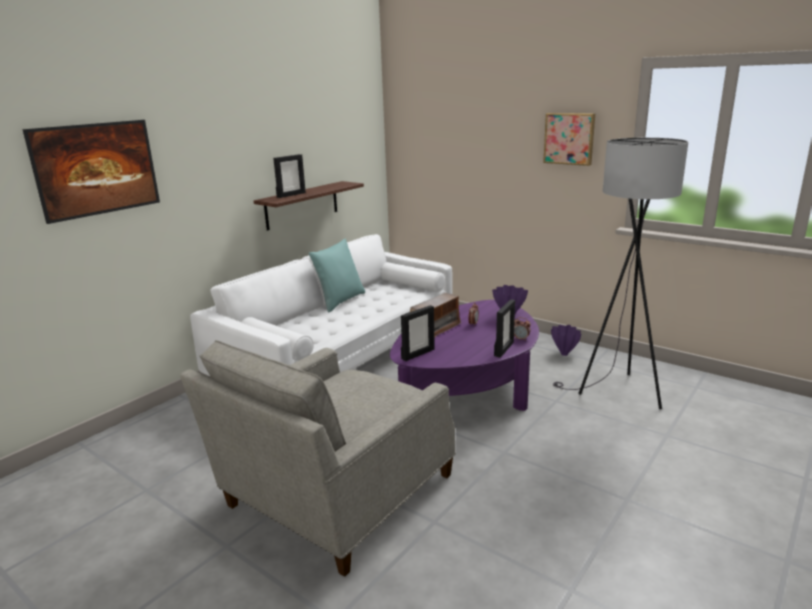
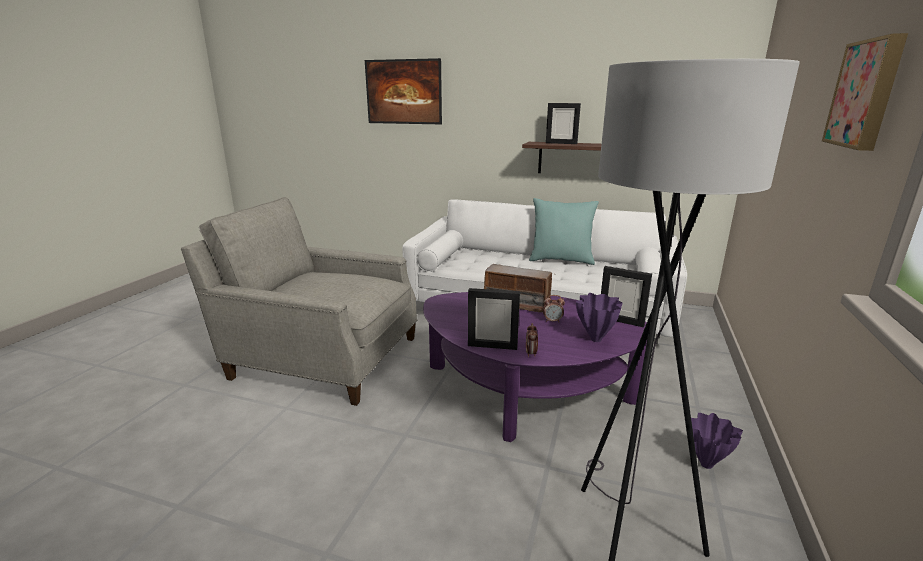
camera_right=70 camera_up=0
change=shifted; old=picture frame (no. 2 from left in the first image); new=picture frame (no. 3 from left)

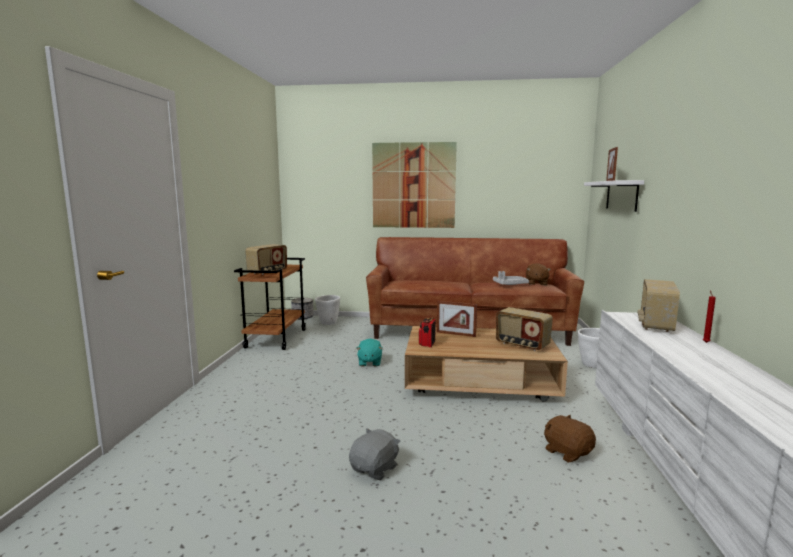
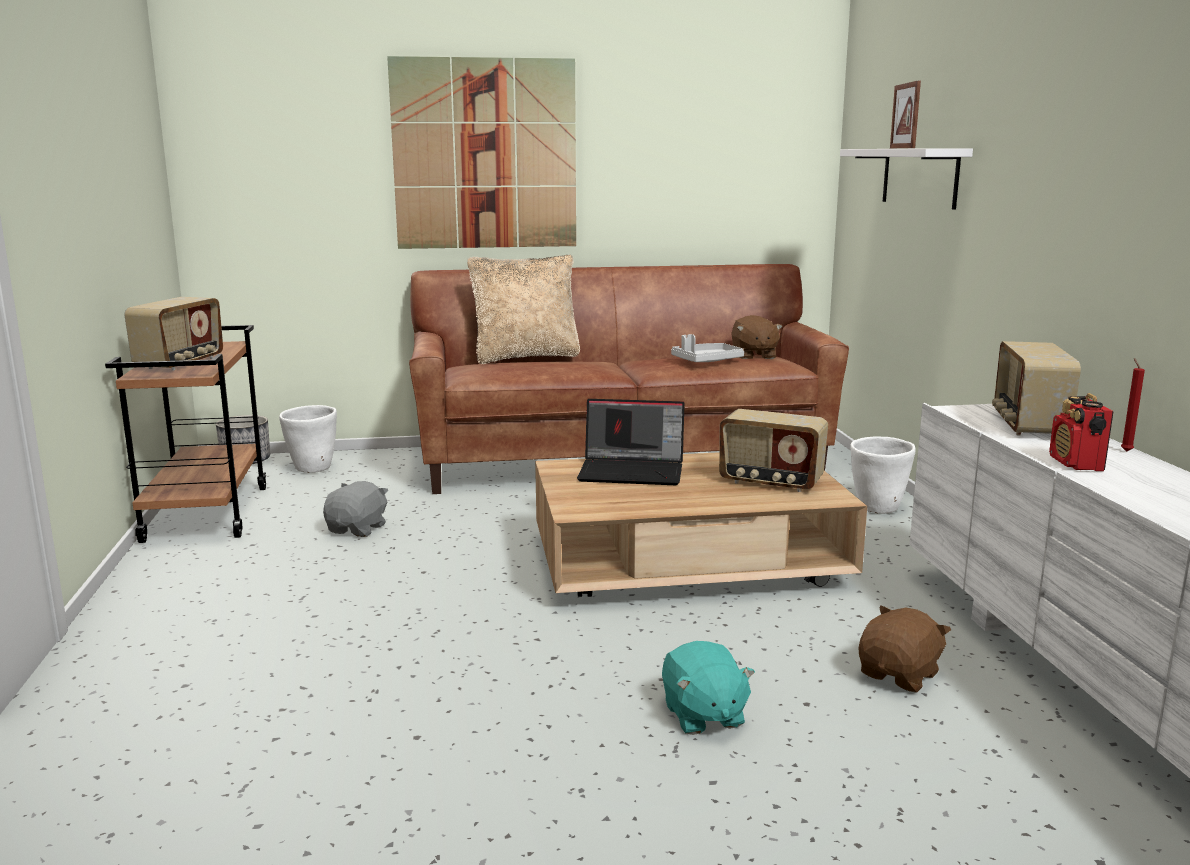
camera_right=-15 camera_up=5
change=shifted; old=grey plush toy
change=shifted; old=turquoise plush toy
change=shifted; old=radio (no. 2 from left in the first image); new=radio (no. 4 from left)
change=swapped; old=picture frame (no. 1 from left); new=laptop
change=rotated; old=brown plush toy (no. 2 from left); degrees=90
change=new; new=beige pillow

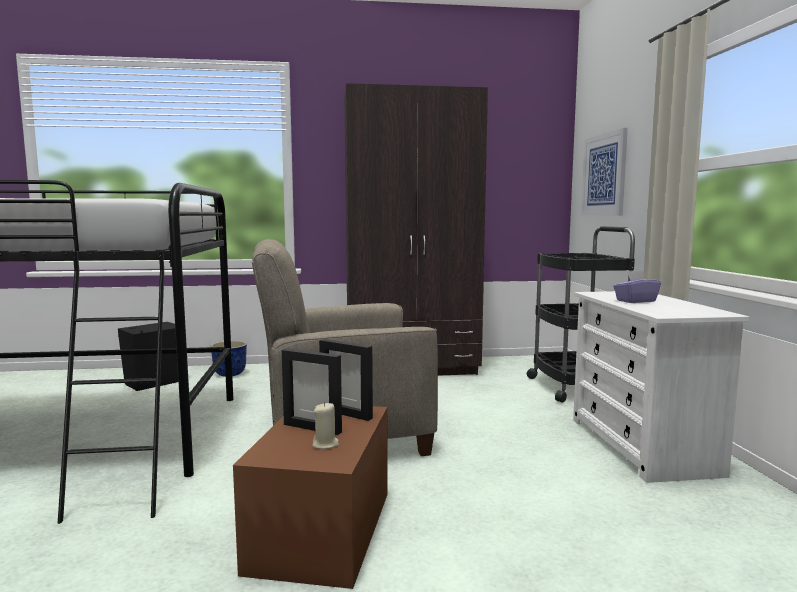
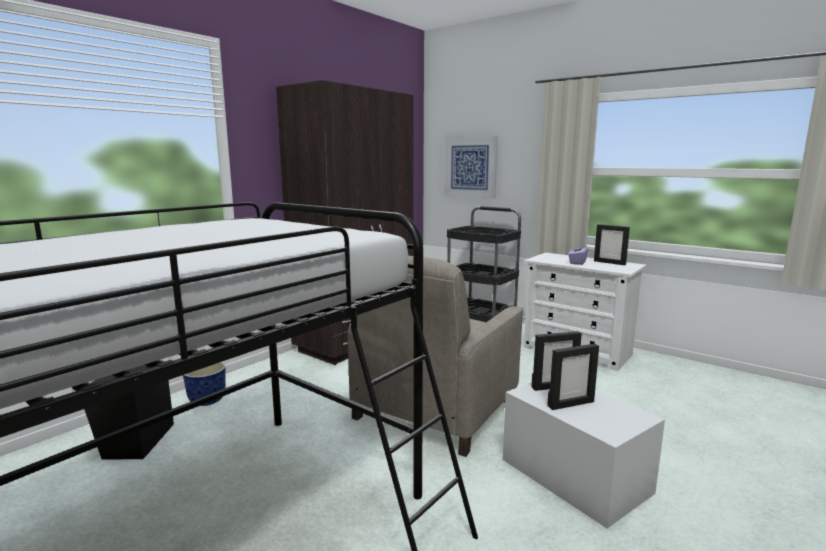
camera_right=-45 camera_up=5
change=repainted; old=brown storage box; new=white storage box
change=gone; old=beige candle
change=new; new=picture frame (no. 3 from left)

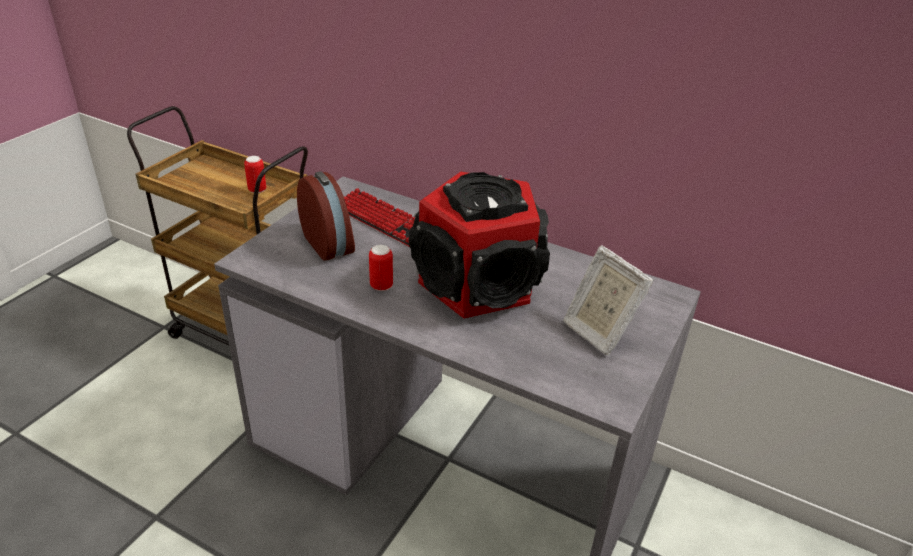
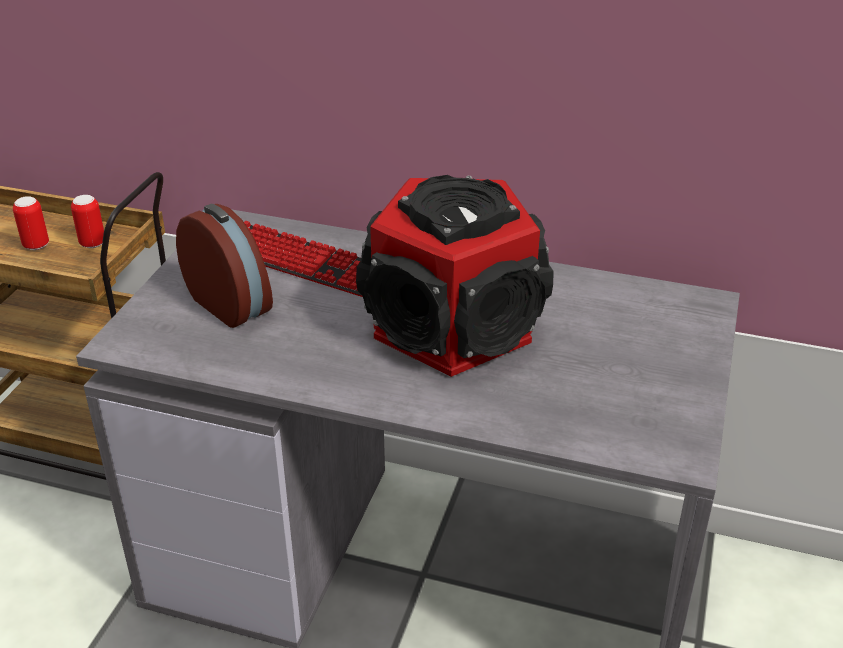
camera_right=-10 camera_up=0
change=shifted; old=can (no. 2 from left in the first image); new=can (no. 1 from left)
change=gone; old=picture frame

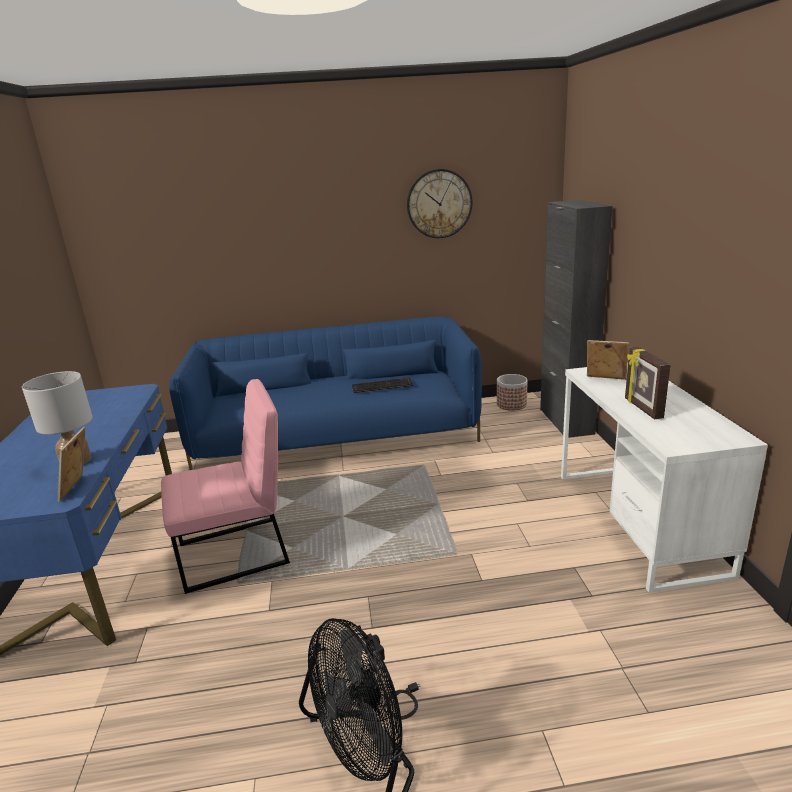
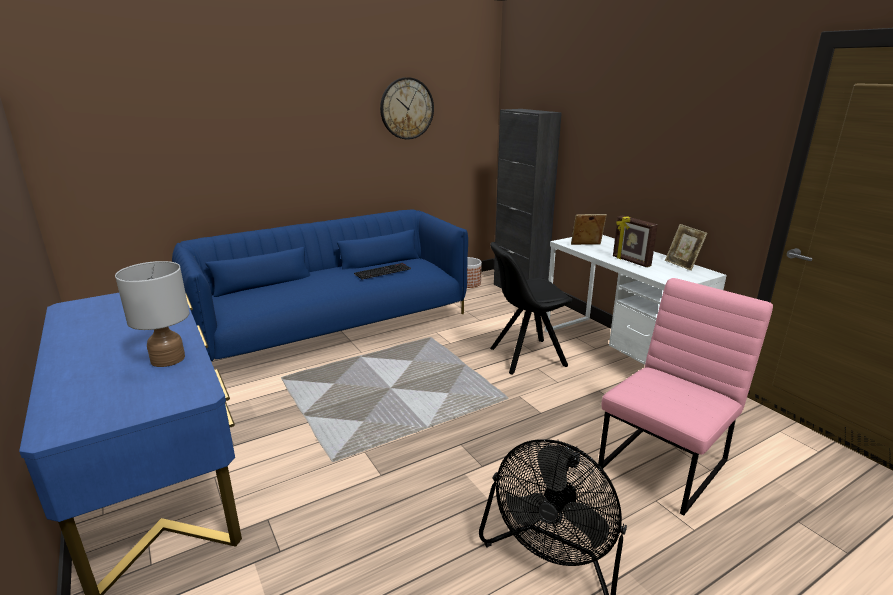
camera_right=-25 camera_up=0
change=shifted; old=picture frame (no. 1 from left in the first image); new=picture frame (no. 3 from left)
change=shifted; old=pink chair
change=new; new=black chair

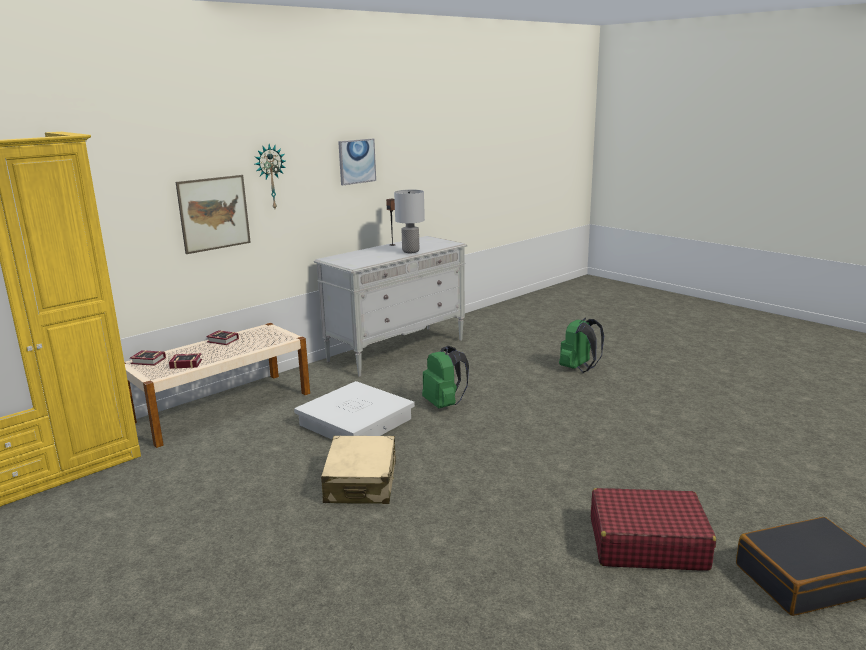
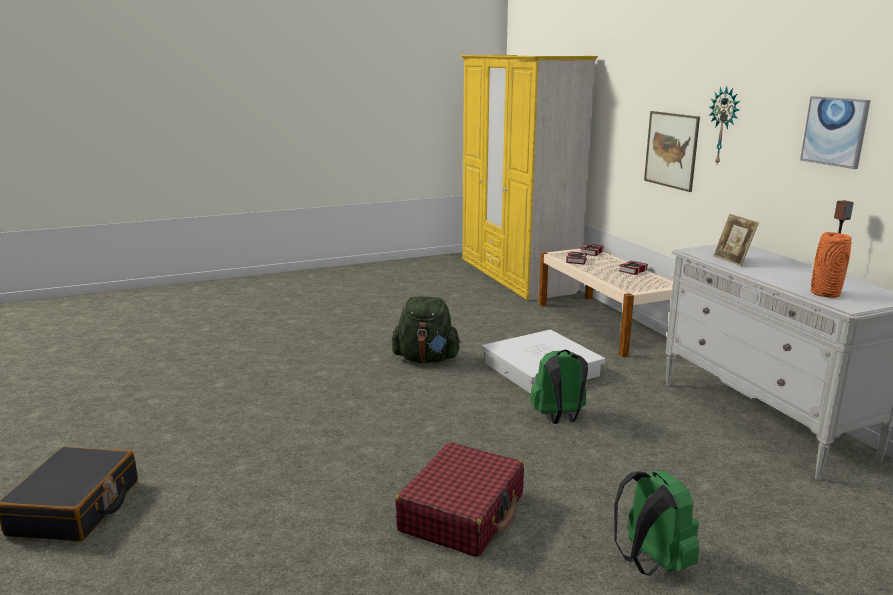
camera_right=110 camera_up=0
change=swapped; old=beige suitcase; new=green backpack (no. 1 from left)
change=gone; old=grey table lamp
change=shifted; old=red suitcase
change=new; new=picture frame
change=new; new=orange vase

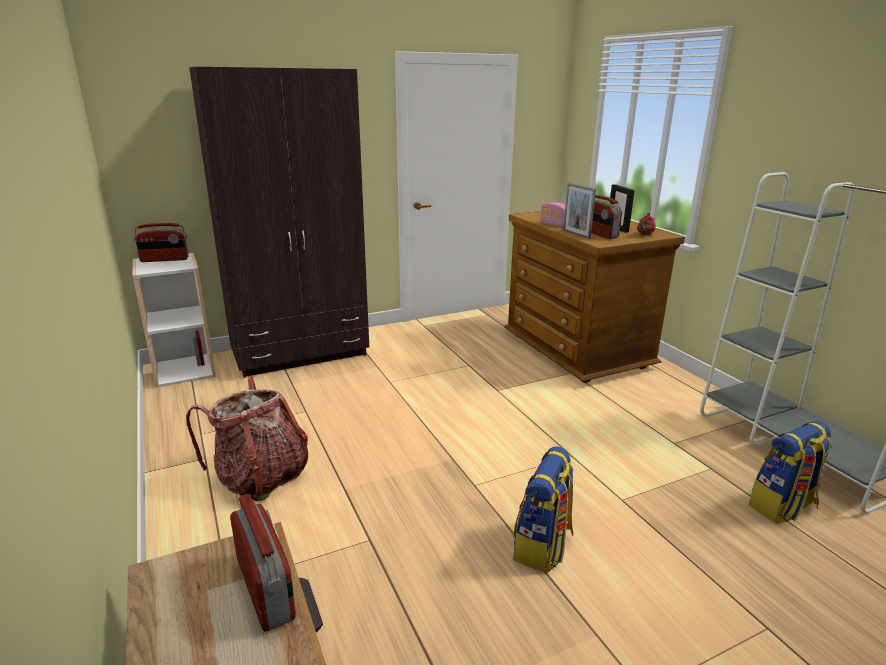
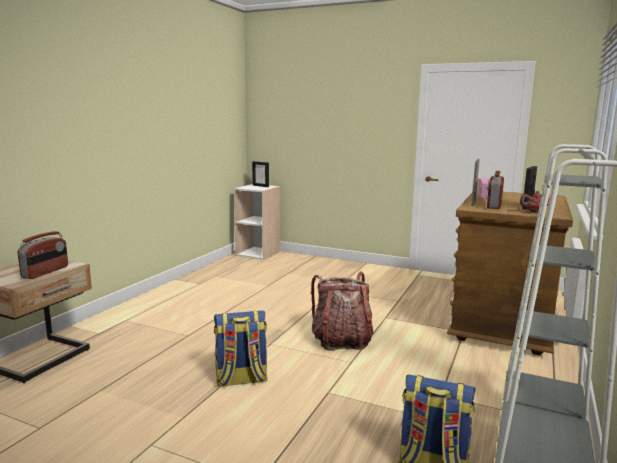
camera_right=50 camera_up=-10
change=swapped; old=radio (no. 1 from left); new=picture frame (no. 1 from left)
change=shifted; old=backpack (no. 1 from left in the first image); new=backpack (no. 2 from left)
change=gone; old=brown wardrobe

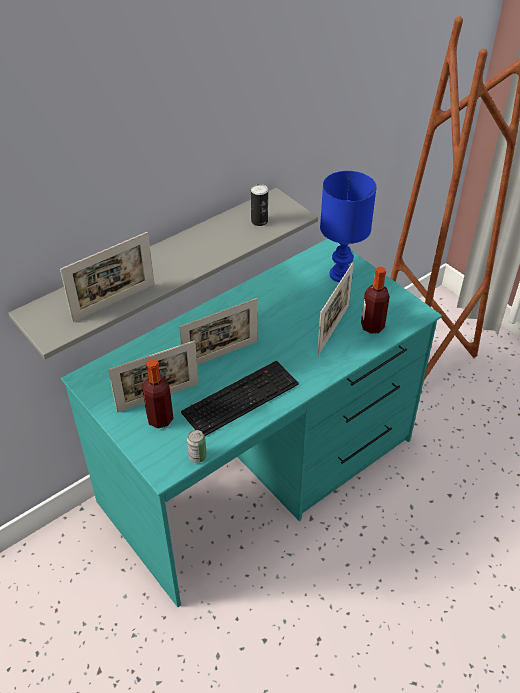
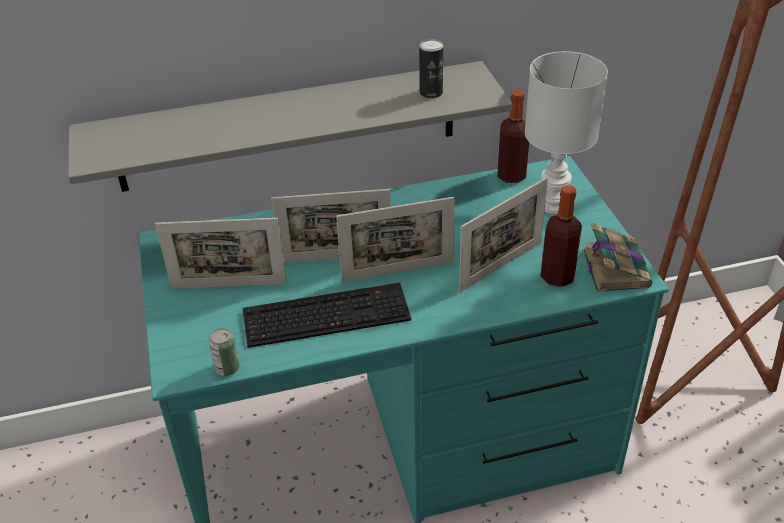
camera_right=25 camera_up=-5
change=shifted; old=picture frame (no. 1 from left in the first image); new=picture frame (no. 3 from left)
change=shifted; old=bottle (no. 1 from left)
change=repainted; old=blue table lamp; new=white table lamp
change=new; new=book

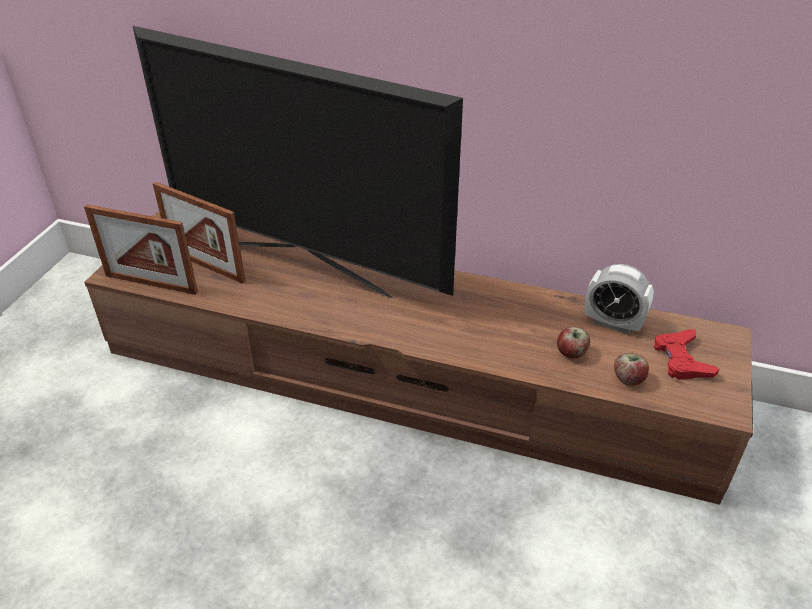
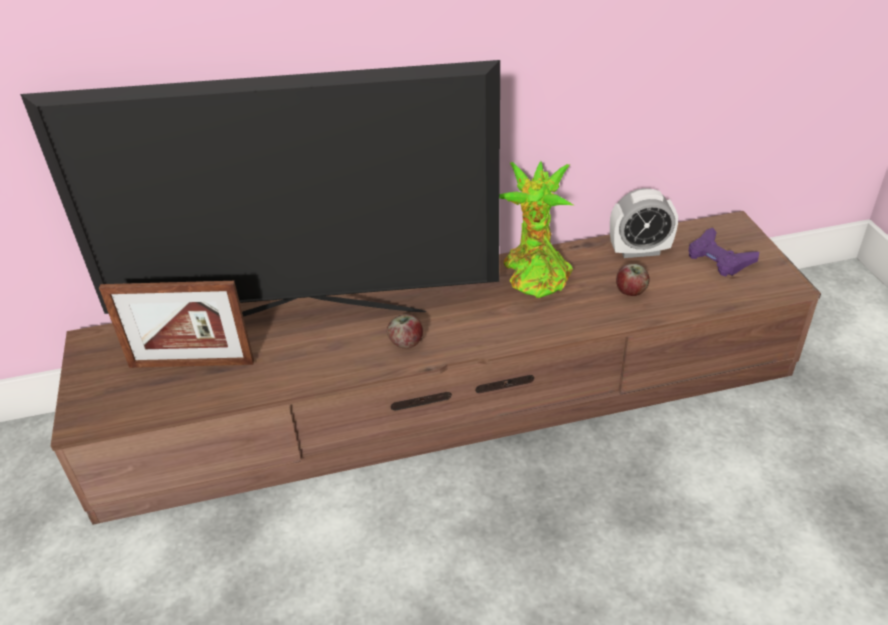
camera_right=-30 camera_up=0
change=gone; old=picture frame (no. 1 from left)
change=shifted; old=apple (no. 2 from left in the first image); new=apple (no. 1 from left)
change=repainted; old=red game controller; new=purple game controller
change=new; new=potted plant

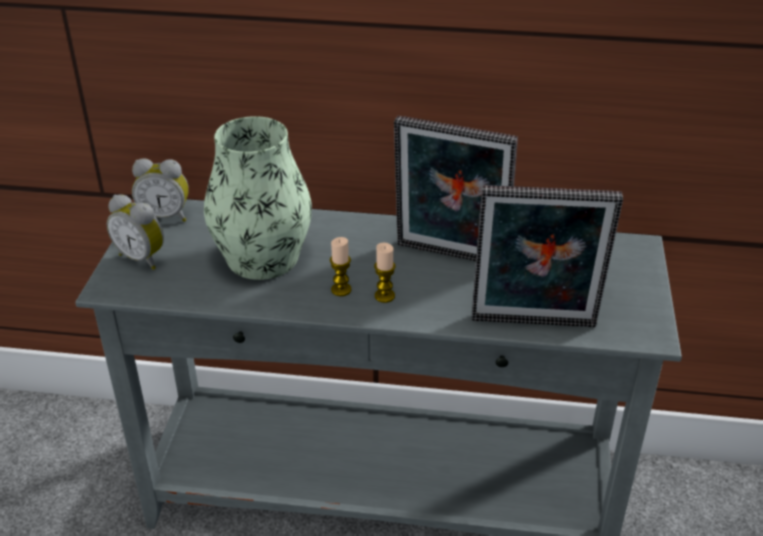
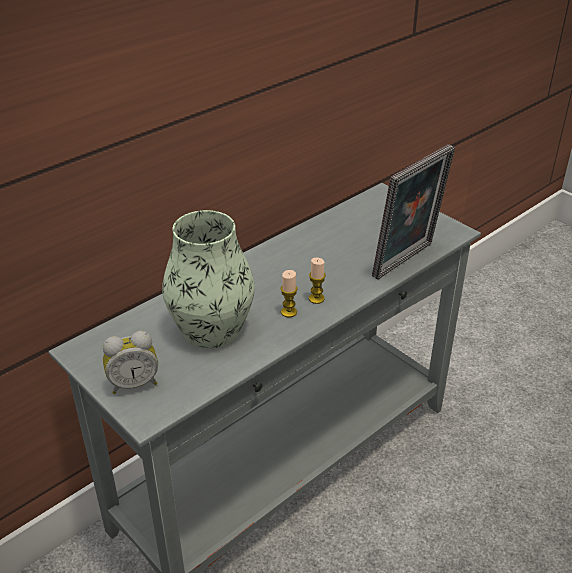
camera_right=-50 camera_up=0
change=gone; old=alarm clock (no. 2 from left)
change=gone; old=picture frame (no. 1 from left)

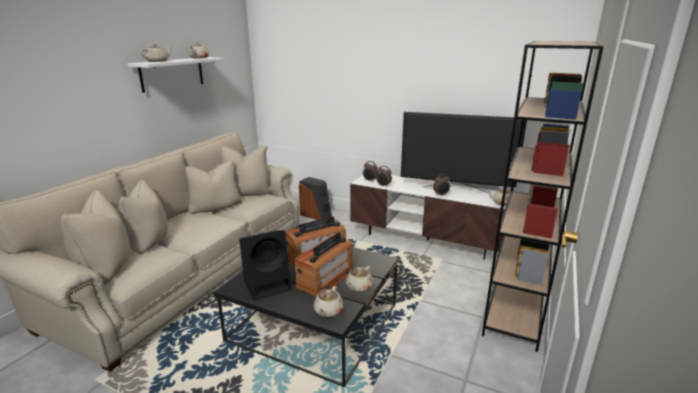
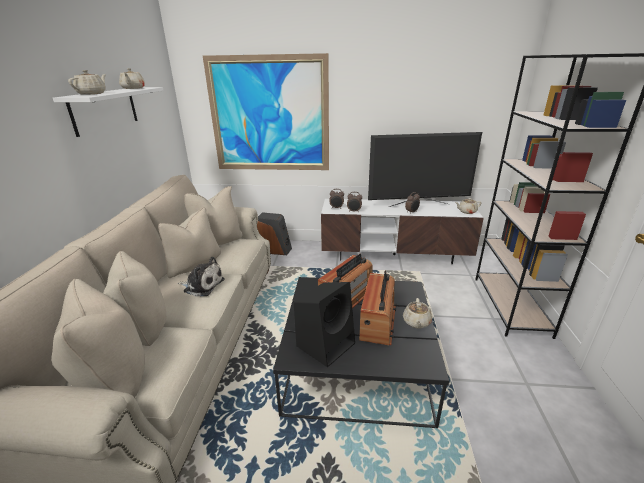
camera_right=-20 camera_up=5
change=gone; old=beige teapot (no. 3 from left)
change=new; new=plush toy
change=new; new=picture

